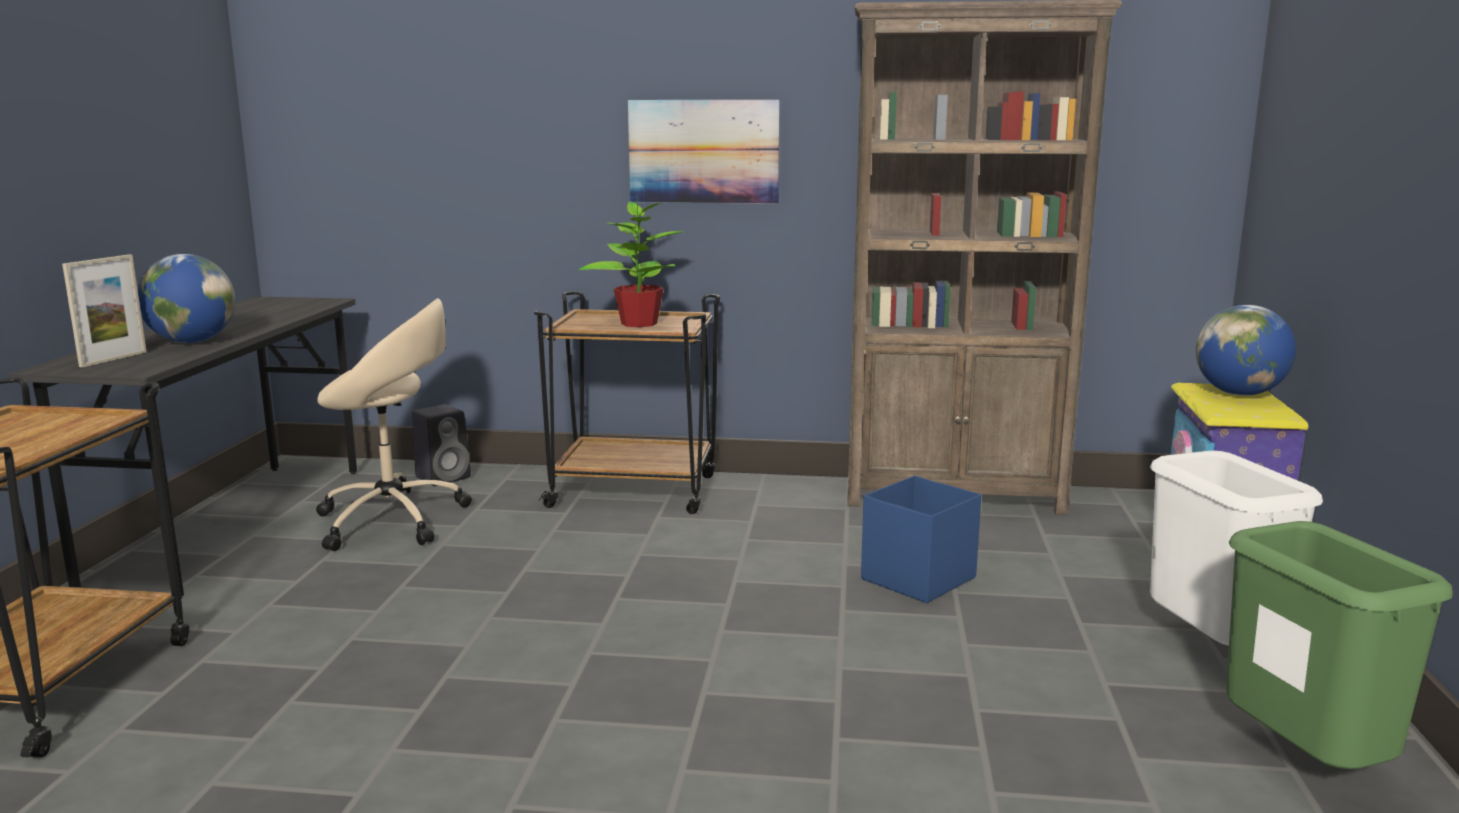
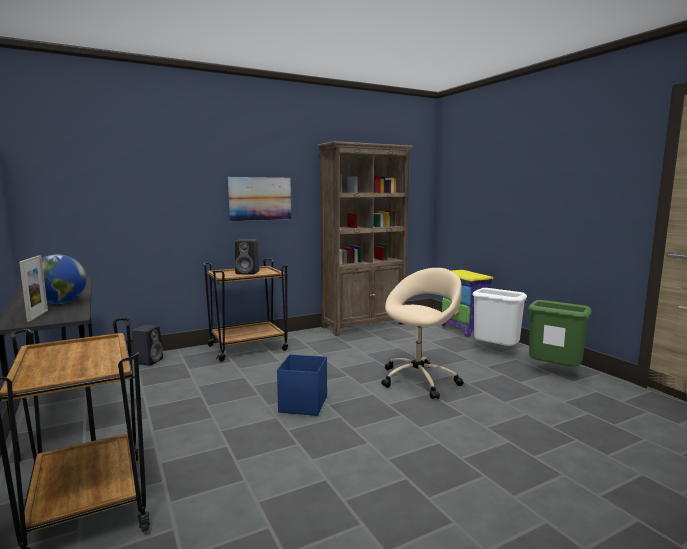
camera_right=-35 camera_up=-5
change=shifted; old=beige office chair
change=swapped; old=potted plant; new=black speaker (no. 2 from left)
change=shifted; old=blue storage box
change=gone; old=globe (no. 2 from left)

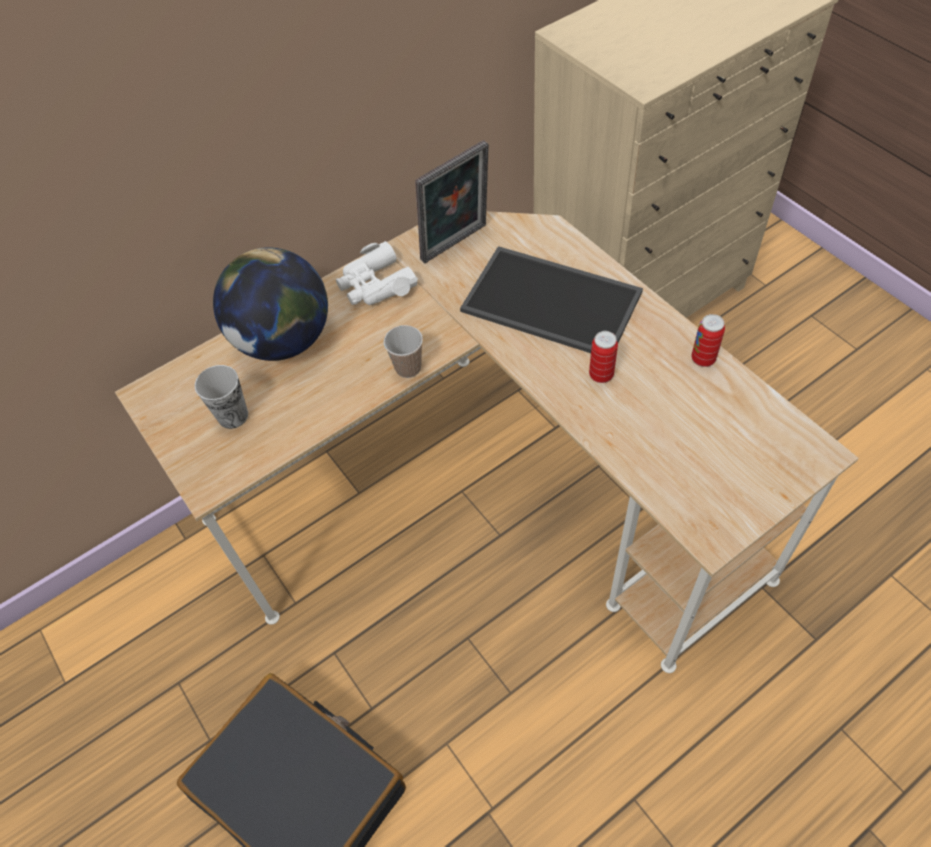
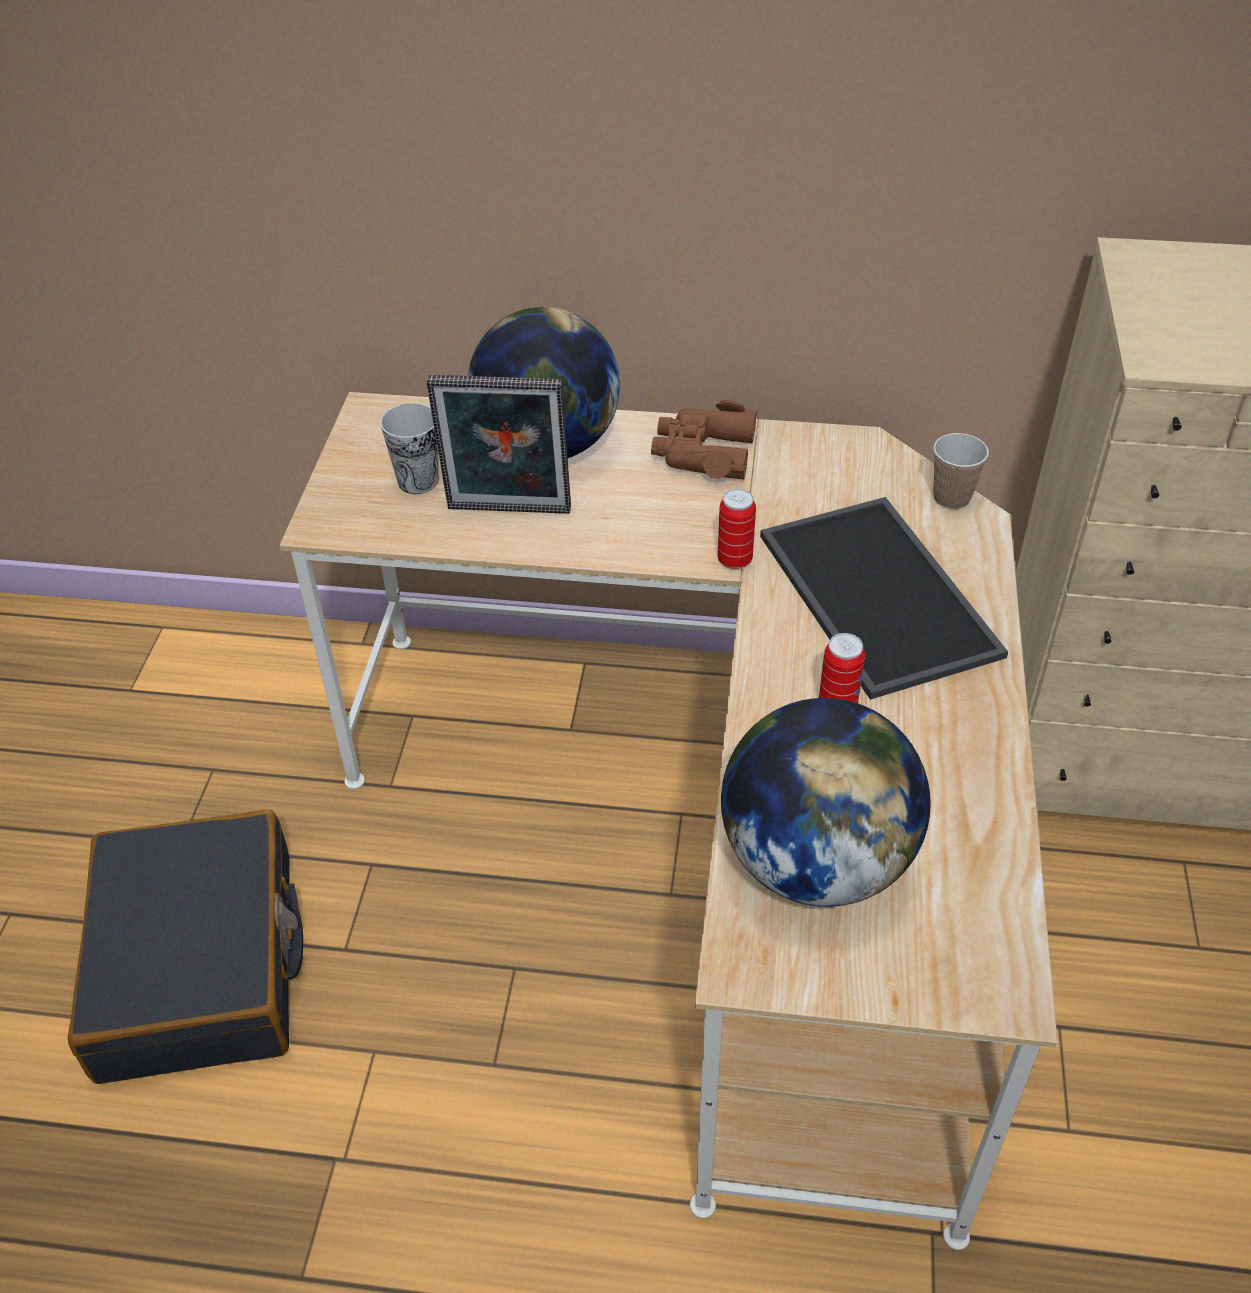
camera_right=40 camera_up=-10
change=repainted; old=white binoculars; new=brown binoculars
change=shifted; old=cup (no. 2 from left)
change=shifted; old=picture frame
change=shifted; old=can (no. 2 from left in the first image); new=can (no. 1 from left)
change=new; new=globe (no. 2 from left)

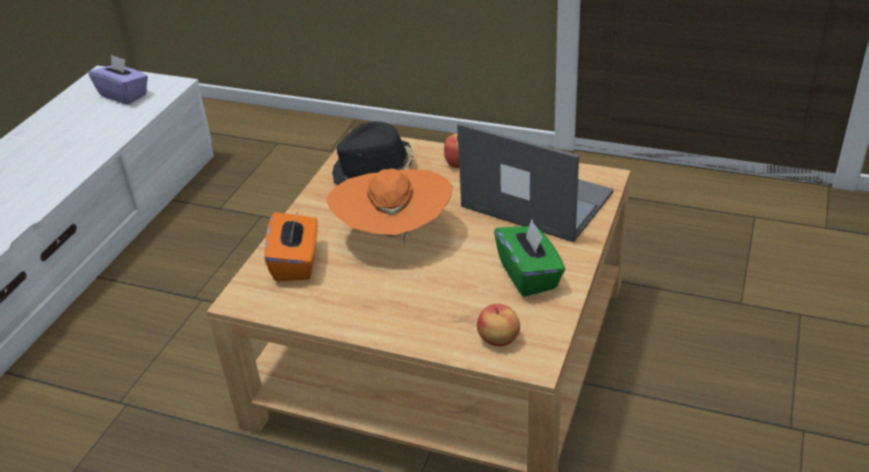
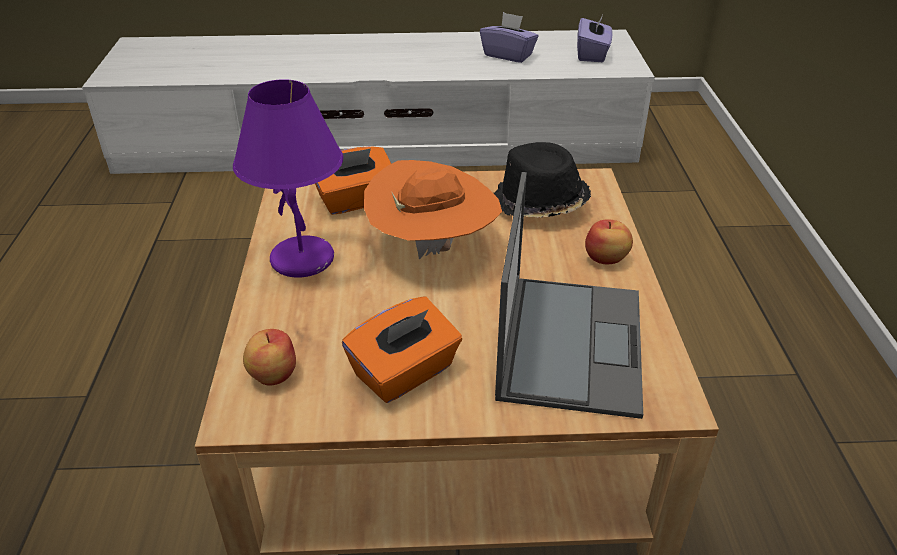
camera_right=65 camera_up=0
change=repainted; old=green tissue box; new=orange tissue box (no. 2 from left)
change=new; new=purple table lamp
change=new; new=purple tissue box (no. 1 from left)

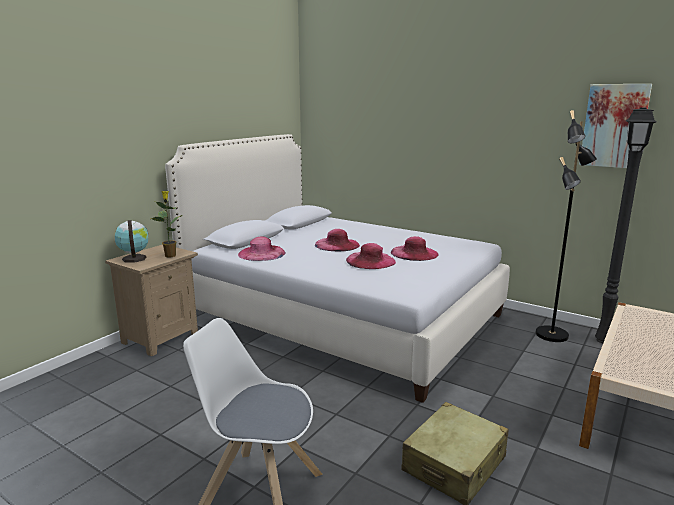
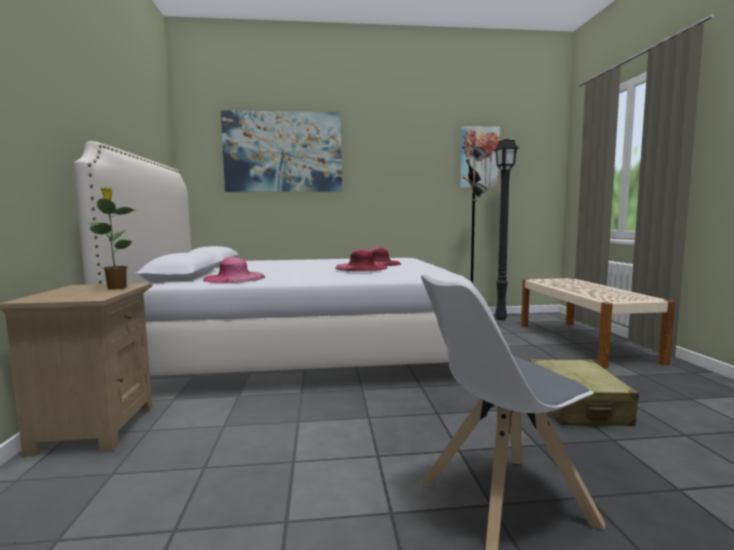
camera_right=-40 camera_up=-10
change=gone; old=globe
change=gone; old=pink hat (no. 2 from left)
change=new; new=picture (no. 1 from left)

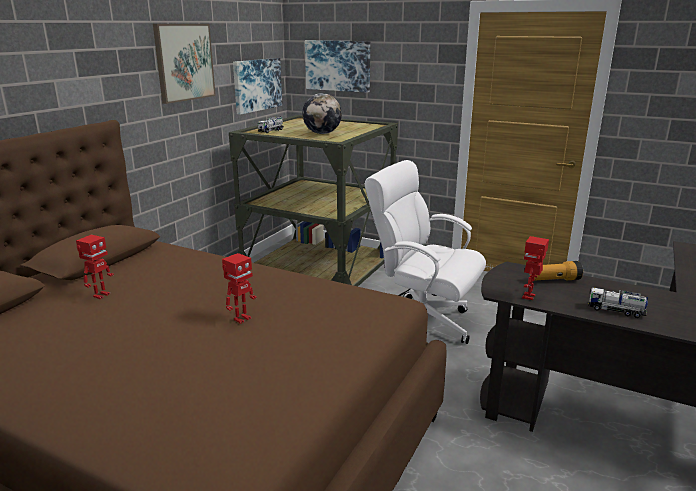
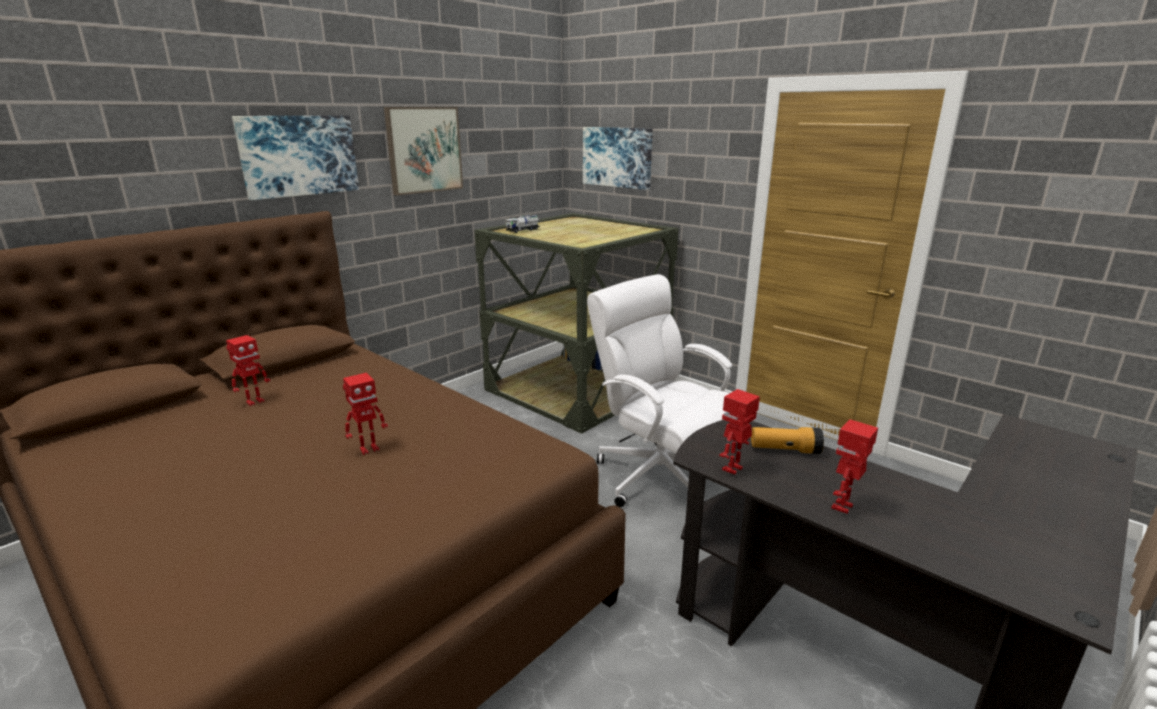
camera_right=15 camera_up=0
change=shifted; old=picture (no. 2 from left in the first image); new=picture (no. 1 from left)
change=gone; old=globe
change=swapped; old=toy truck (no. 2 from left); new=toy robot (no. 4 from left)

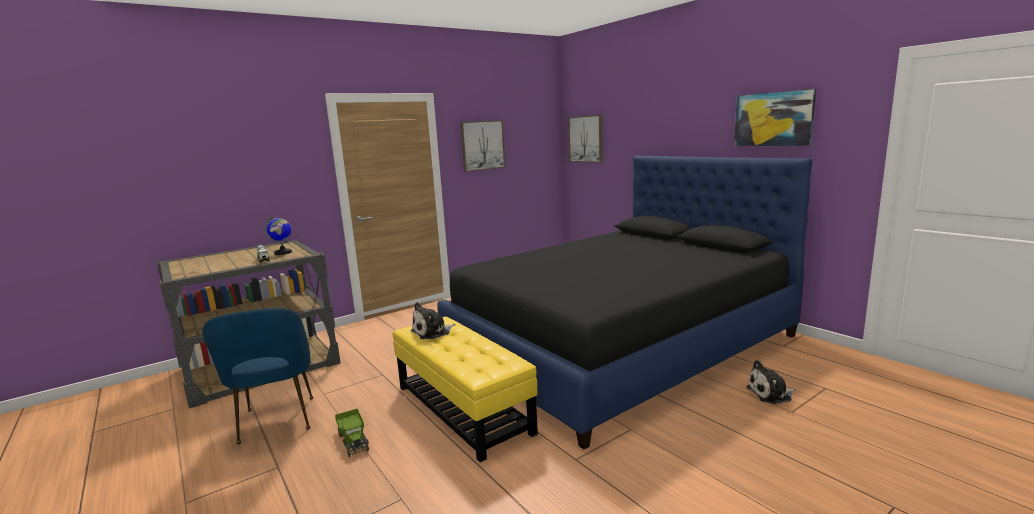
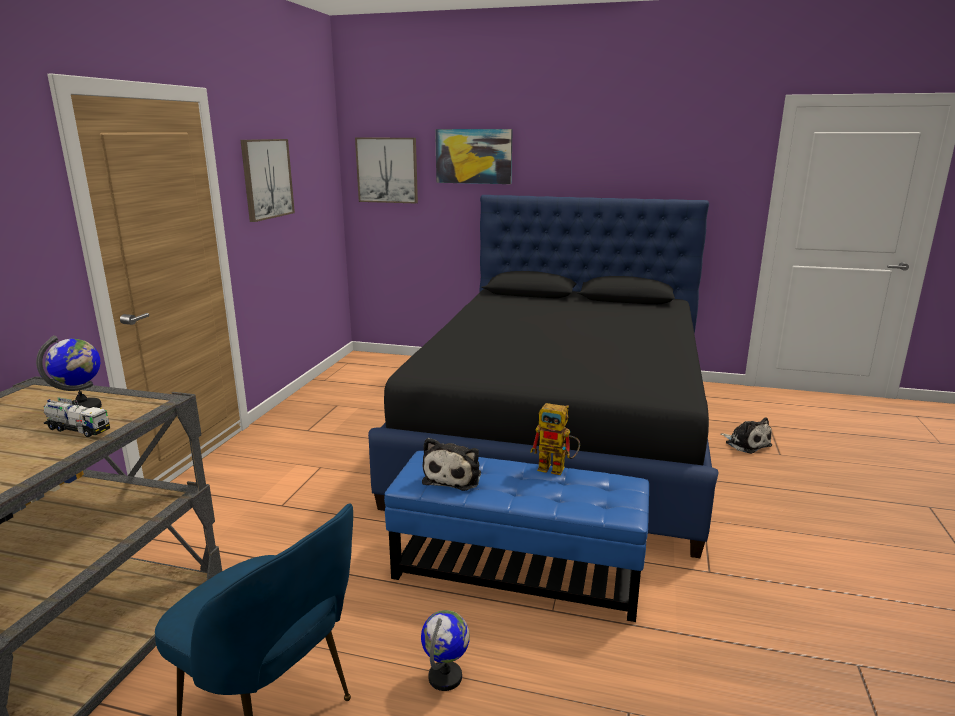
camera_right=-40 camera_up=5
change=swapped; old=toy truck (no. 2 from left); new=globe (no. 2 from left)
change=repainted; old=yellow ottoman; new=blue ottoman
change=shifted; old=picture (no. 3 from left)
change=rotated; old=plush toy (no. 2 from left); degrees=-75
change=new; new=toy robot

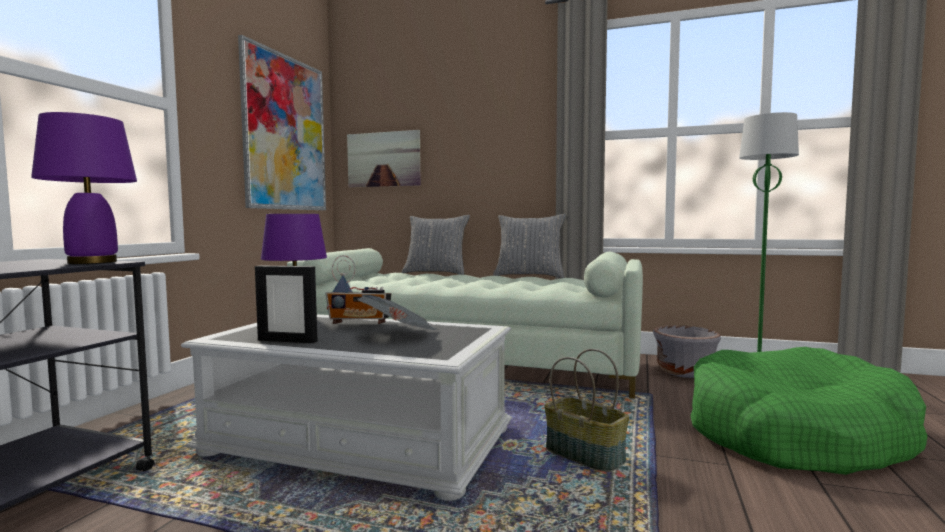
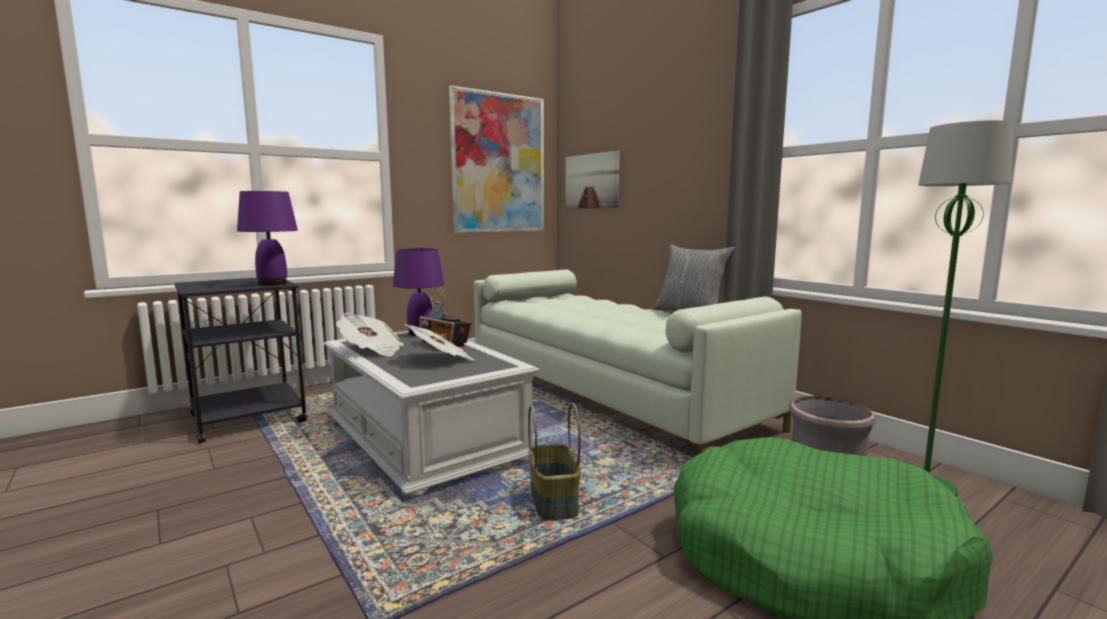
camera_right=35 camera_up=5
change=swapped; old=picture frame; new=newspaper (no. 1 from left)
change=gone; old=grey pillow (no. 1 from left)

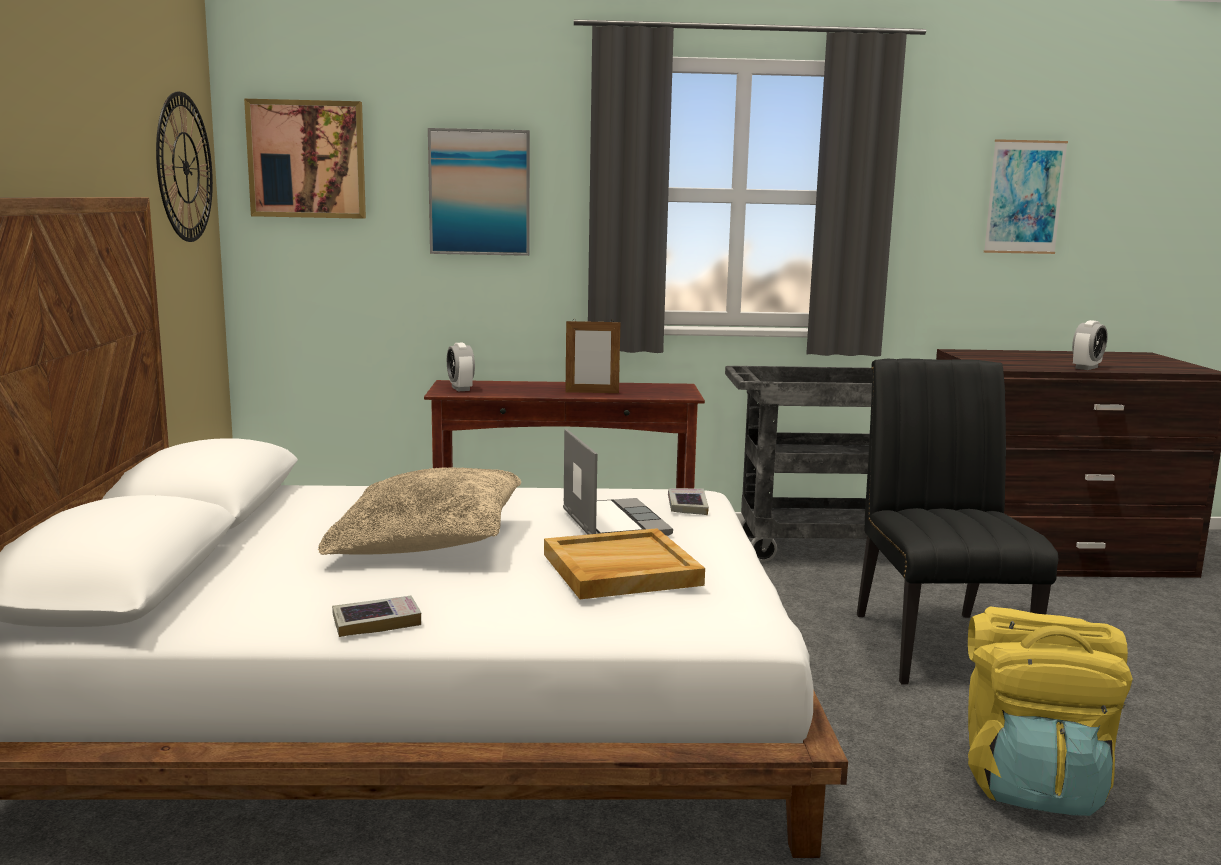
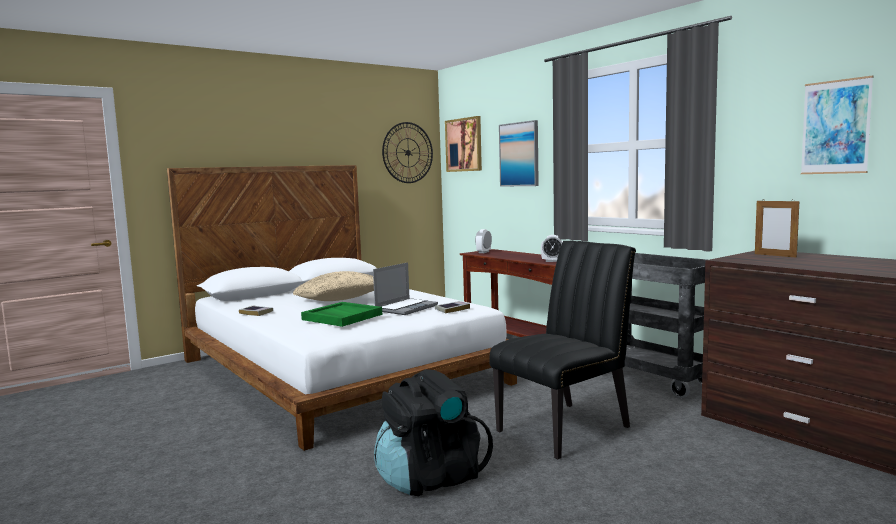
camera_right=55 camera_up=-5
change=repainted; old=beige tray; new=green tray
change=shifted; old=picture frame
change=repainted; old=yellow backpack; new=black backpack
change=shifted; old=alarm clock (no. 2 from left)

